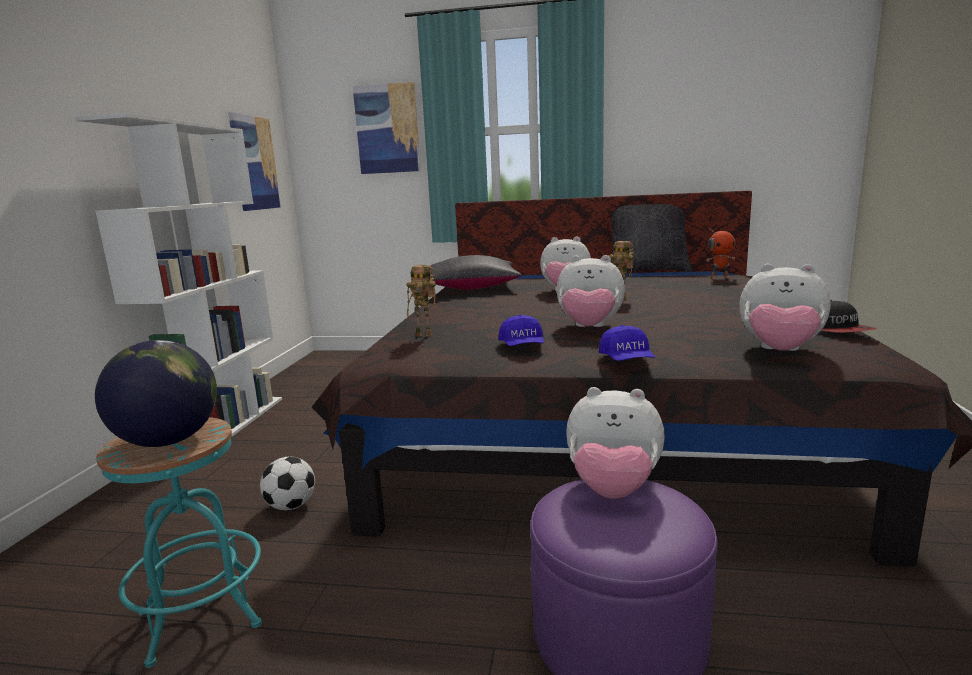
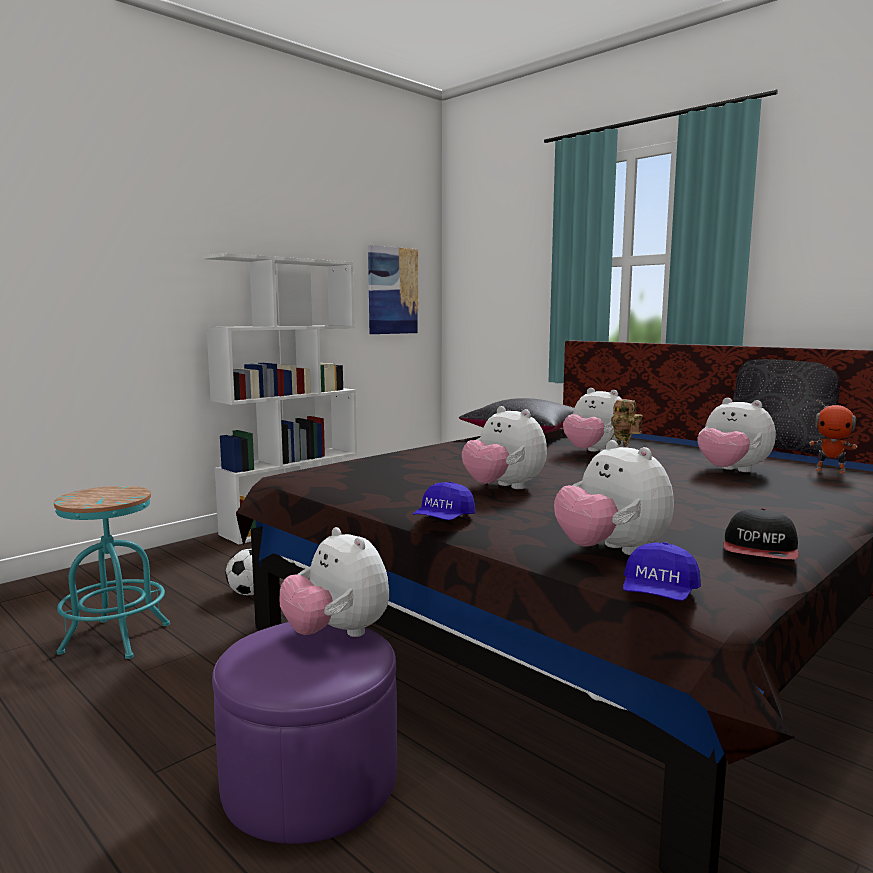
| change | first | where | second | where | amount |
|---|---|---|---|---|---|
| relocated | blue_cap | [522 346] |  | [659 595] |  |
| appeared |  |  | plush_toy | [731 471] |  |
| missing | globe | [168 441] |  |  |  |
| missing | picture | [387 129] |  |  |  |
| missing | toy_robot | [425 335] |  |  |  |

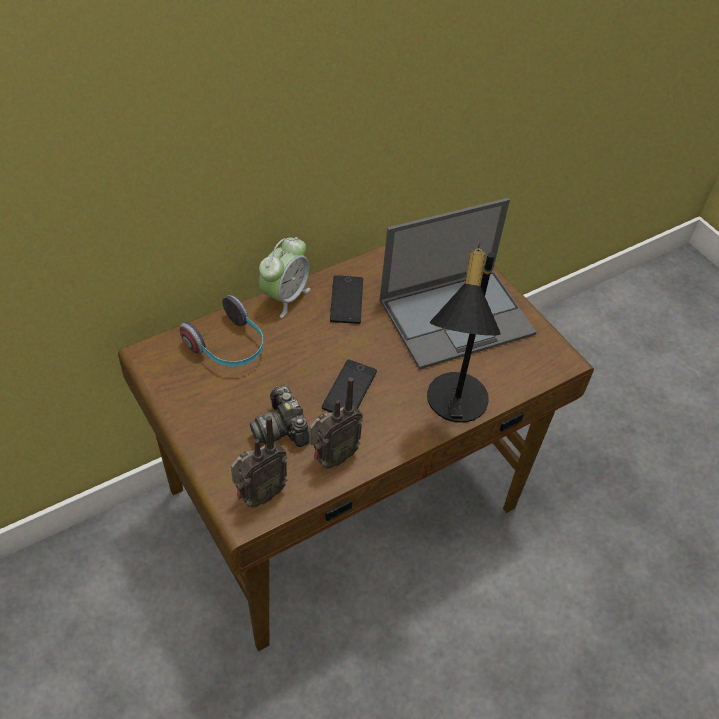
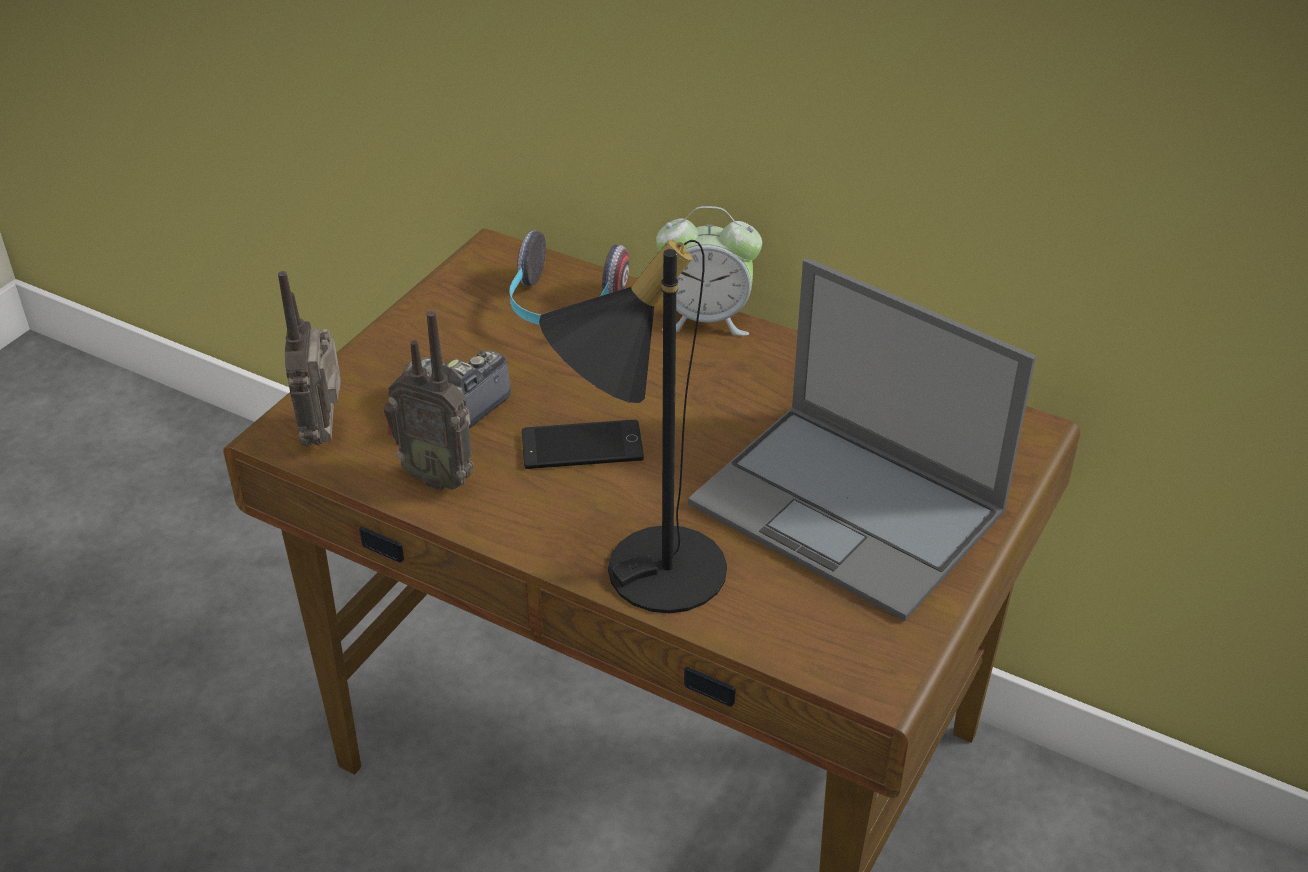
| change | first | where | second | where | amount |
|---|---|---|---|---|---|
| spun | radio | [258 495] |  | [325 432] | 60 degrees clockwise |
| missing | phone | [346 300] |  |  |  |

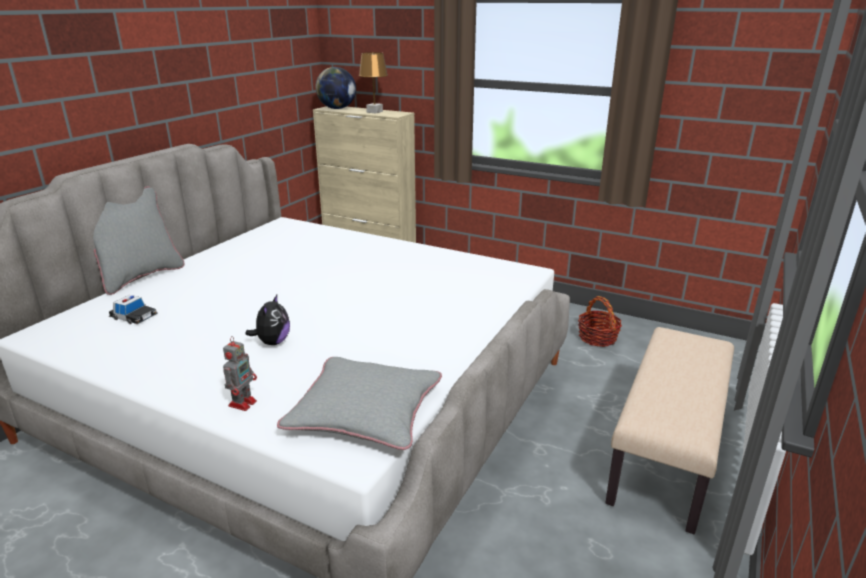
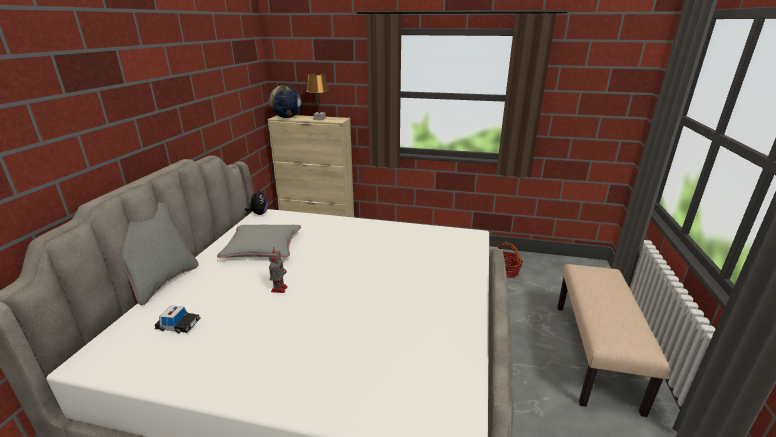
| change | first | where | second | where | amount |
|---|---|---|---|---|---|
| relocated | grey_pillow | [365 411] |  | [262 247] |  |
| relocated | plush_toy | [272 342] |  | [259 213] |  |
| relocated | toy_robot | [243 402] |  | [279 288] |  |

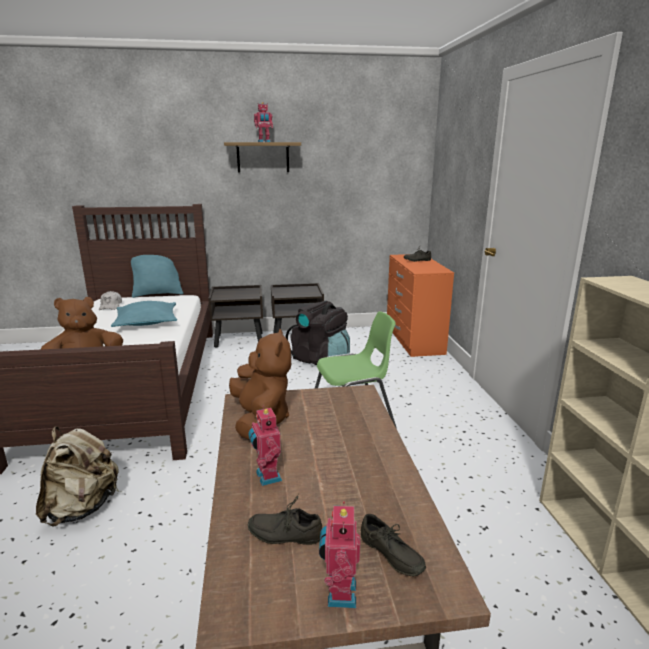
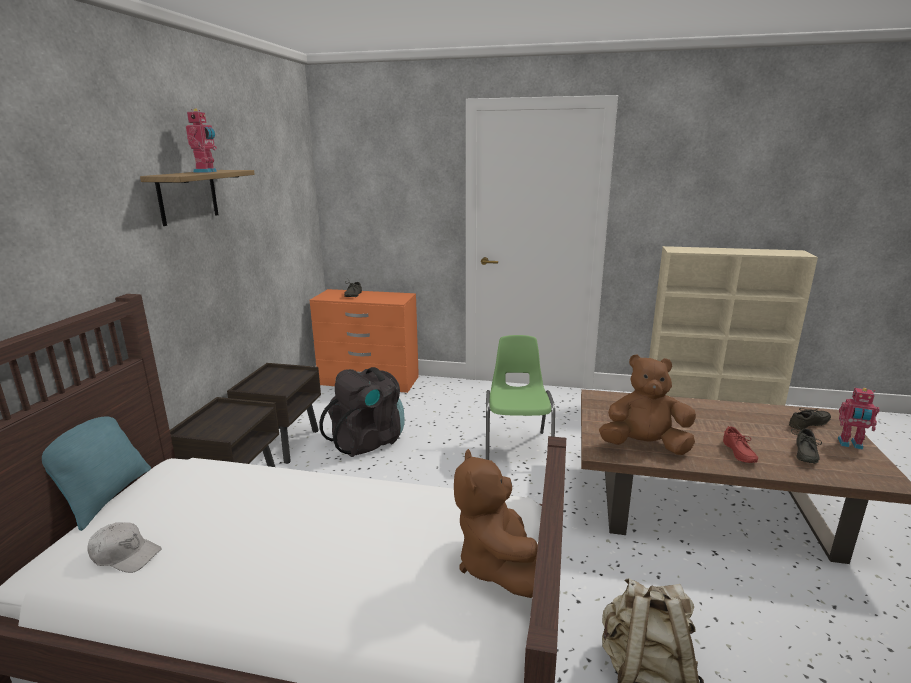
| change | first | where | second | where | amount |
|---|---|---|---|---|---|
| exchanged | toy_robot | [266 477] | red_shoe | [737 453] |  |
| missing | turquoise_pillow | [147 322] |  |  |  |

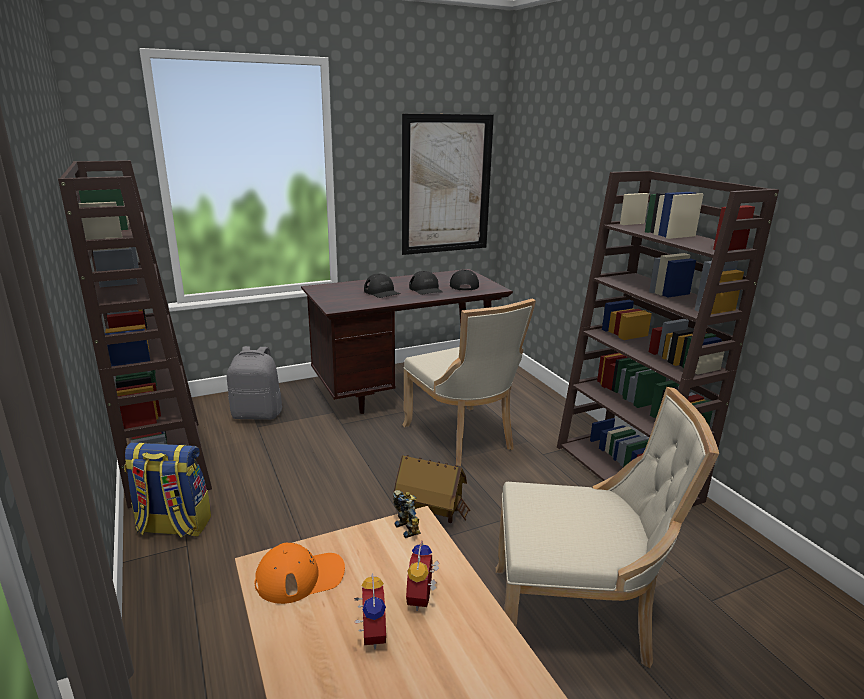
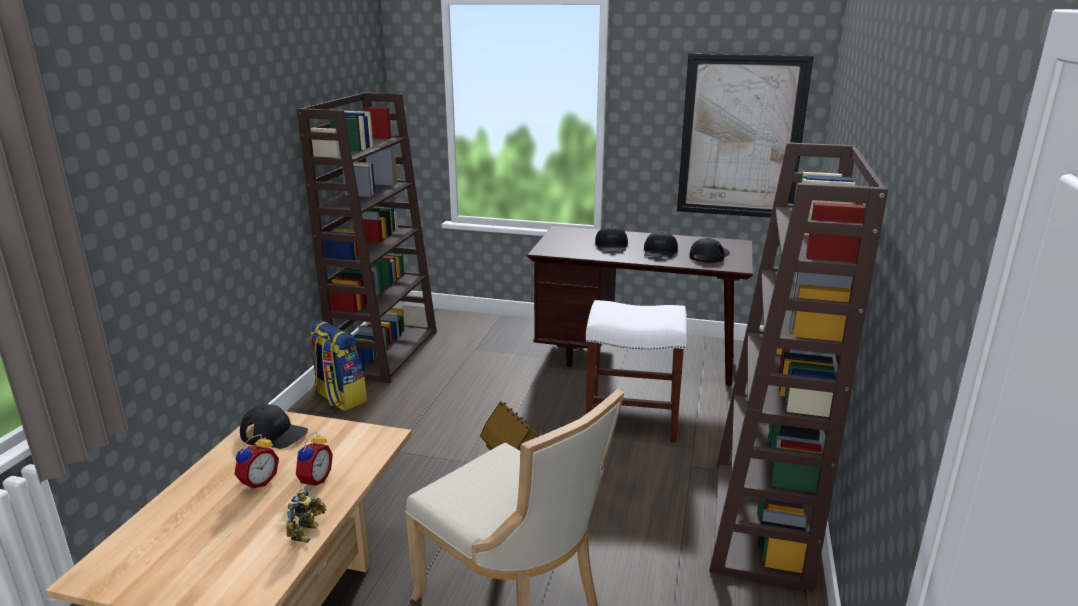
| change | first | where | second | where | amount |
|---|---|---|---|---|---|
| colour | orange_cap | [300 577] | black_cap | [274 434] |  |
| relocated | toy_robot | [409 527] |  | [308 532] |  |
| spun | alarm_clock | [423 598] |  | [314 480] | 150 degrees clockwise |
| exchanged | beige_chair | [463 438] | white_stool | [630 420] |  |
| missing | grey_backpack | [257 414] |  |  |  |

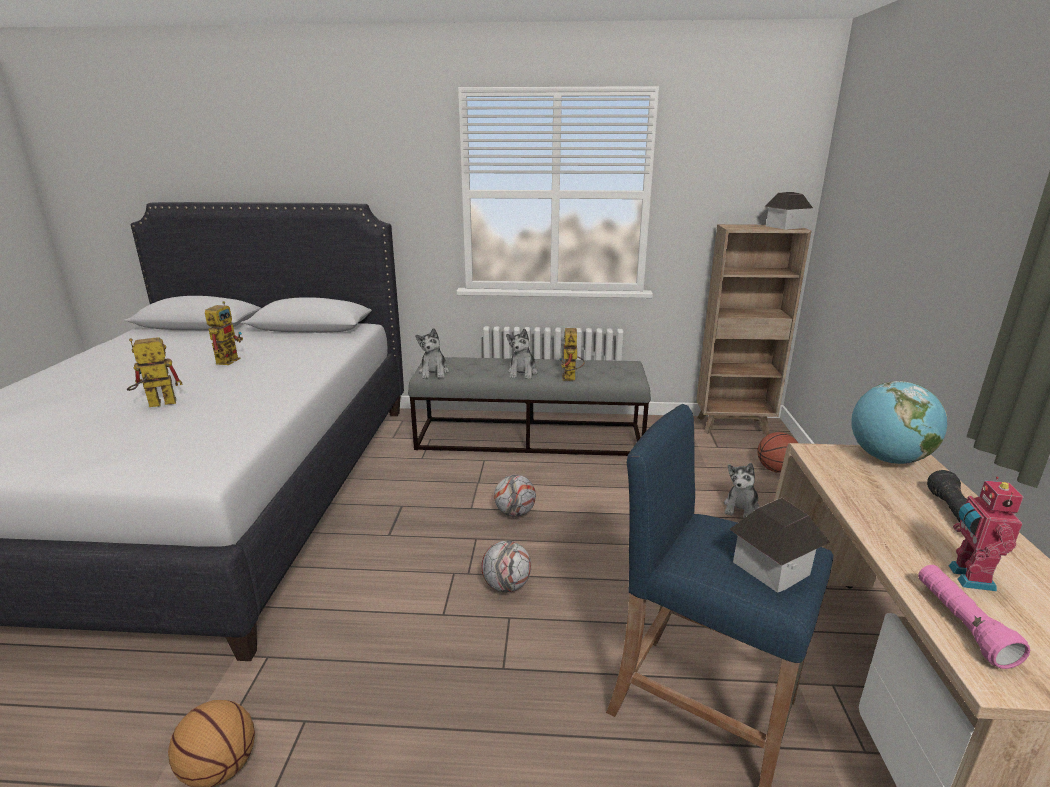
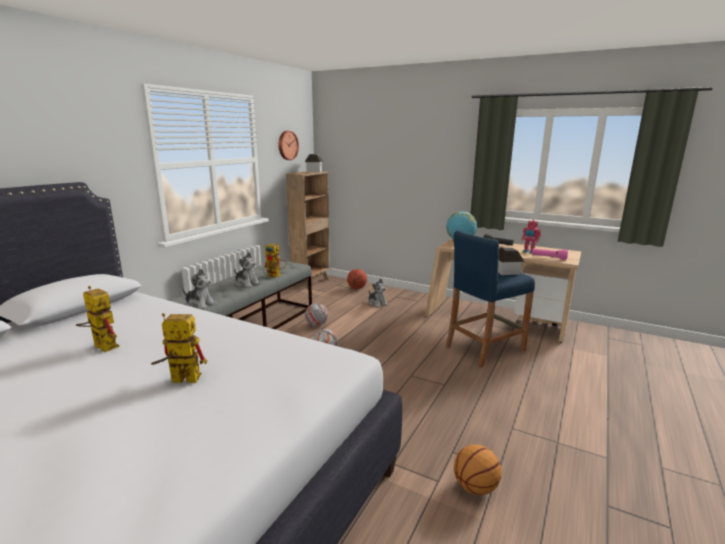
| change | first | where | second | where | amount |
|---|---|---|---|---|---|
| spun | toy_robot | [155 405] |  | [179 380] | 90 degrees clockwise |
| appeared |  |  | wall_clock | [287 145] |  |
| relocated | football | [506 586] |  | [316 325] |  |

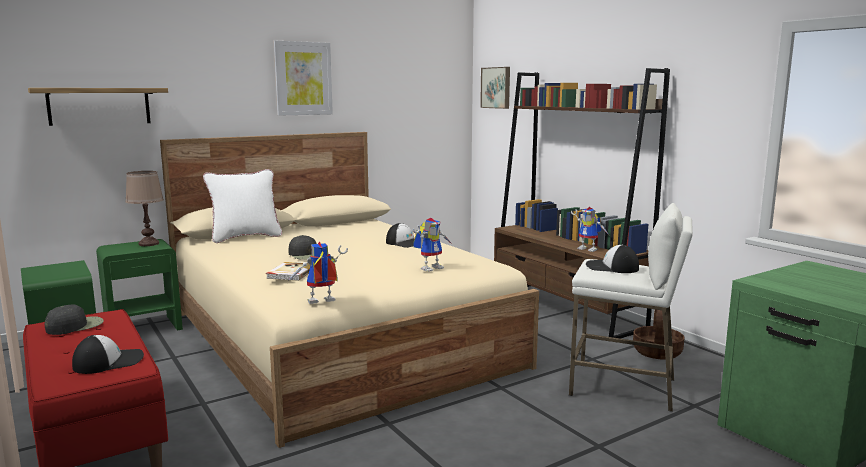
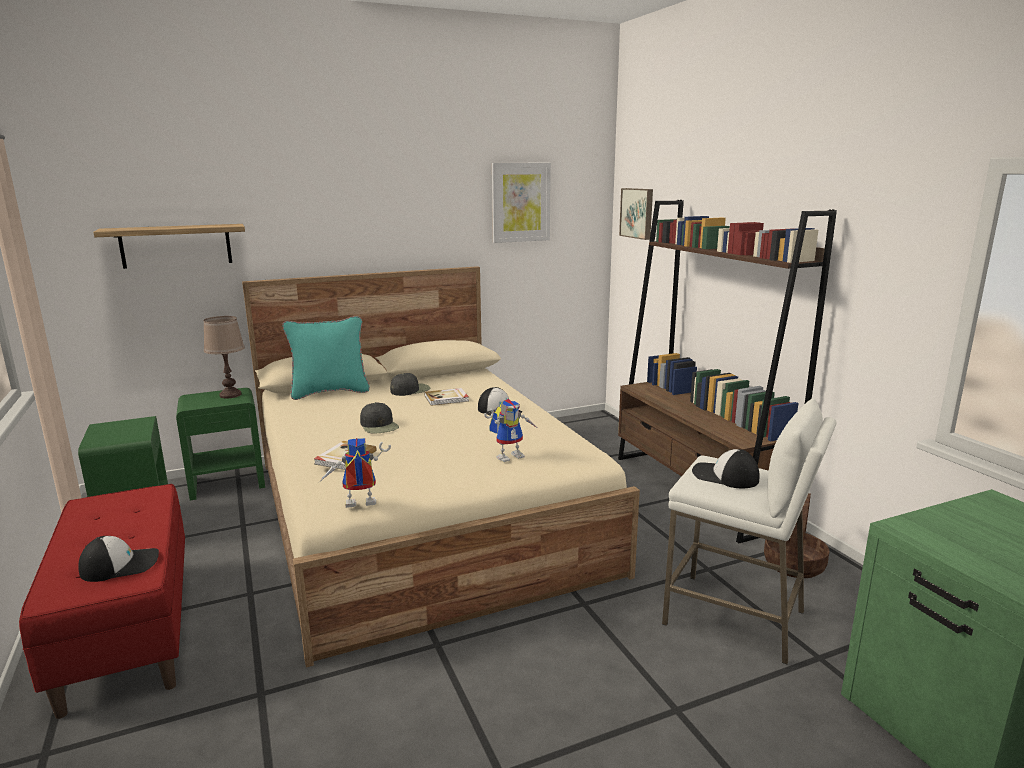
| change | first | where | second | where | amount |
|---|---|---|---|---|---|
| colour | white_pillow | [245 237] | turquoise_pillow | [330 392] |  |
| relocated | black_cap | [75 326] |  | [410 390] |  |
| appeared |  |  | book | [447 398] |  |
| relocated | picture | [303 78] |  | [520 202] |  |
| missing | toy_robot | [590 249] |  |  |  |

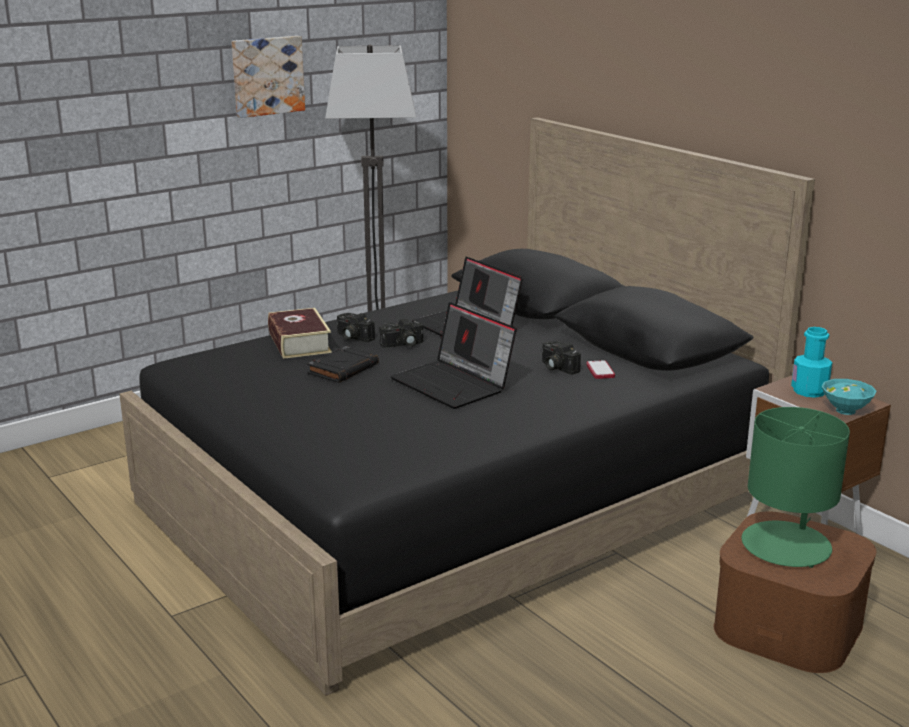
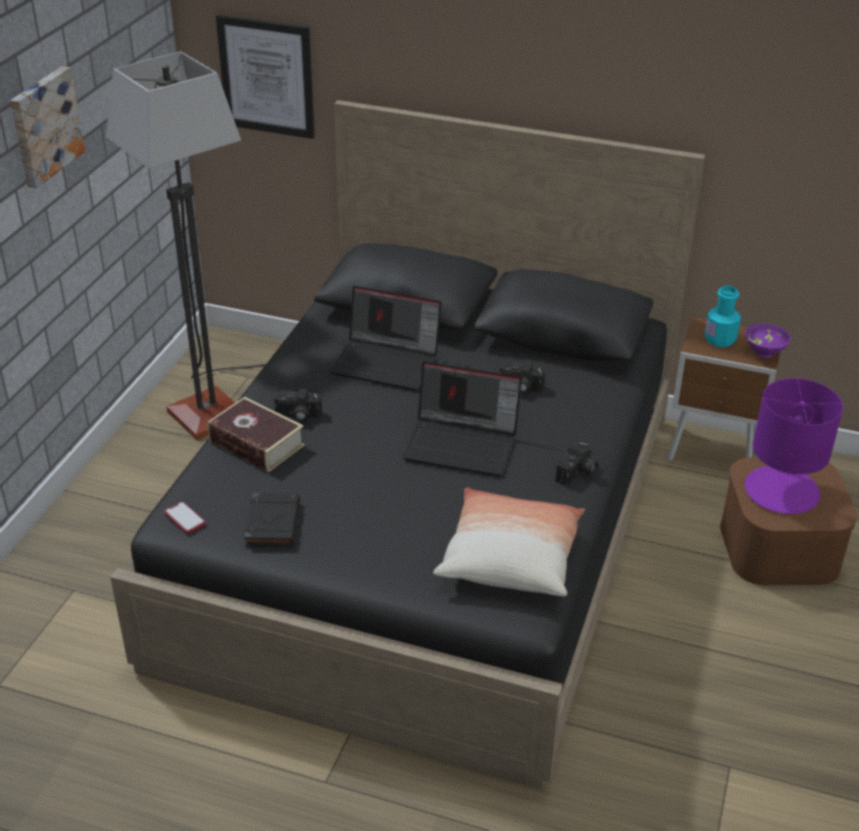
| change | first | where | second | where | amount |
|---|---|---|---|---|---|
| relocated | phone | [600 371] |  | [185 519] |  |
| appeared |  |  | picture | [267 76] |  |
| relocated | black_book | [343 369] |  | [272 524] |  |
| appeared |  |  | pillow | [510 558] |  |
| relocated | photo_camera | [402 345] |  | [577 473] |  |
| colour | green_table_lamp | [786 545] | purple_table_lamp | [781 490] |  |
| colour | turquoise_bowl | [847 411] | purple_bowl | [765 353] |  |

